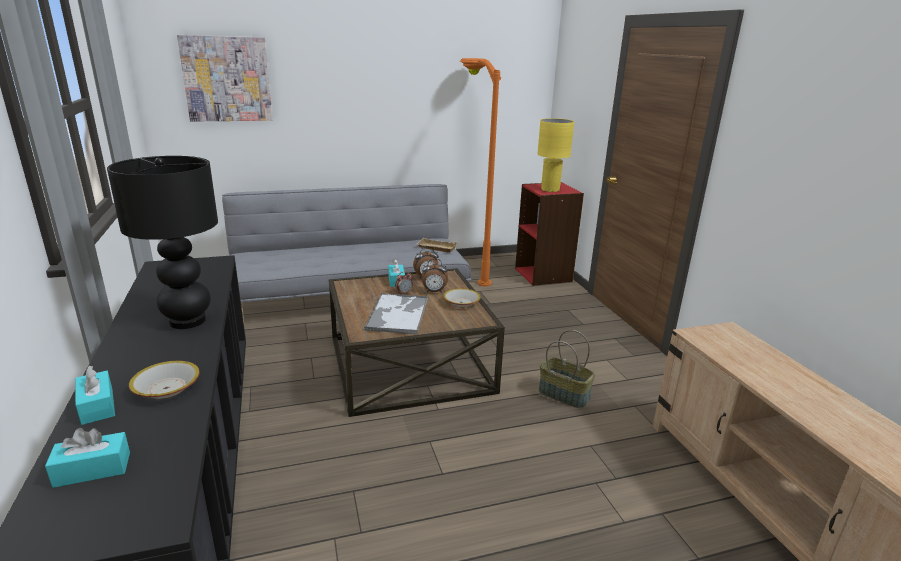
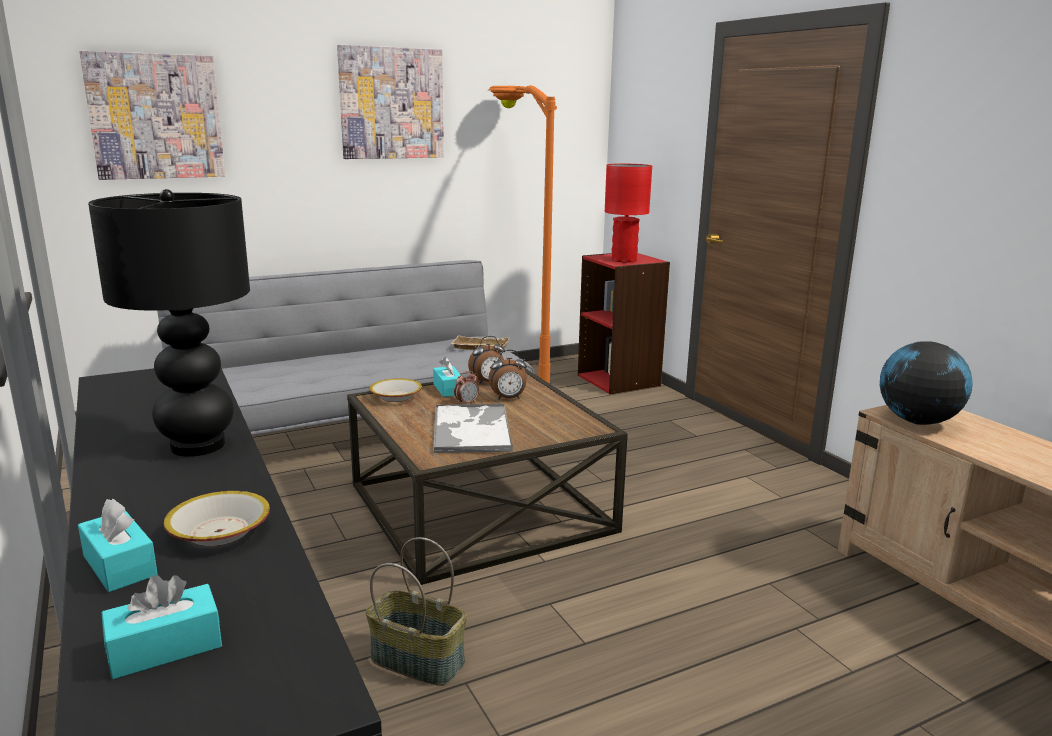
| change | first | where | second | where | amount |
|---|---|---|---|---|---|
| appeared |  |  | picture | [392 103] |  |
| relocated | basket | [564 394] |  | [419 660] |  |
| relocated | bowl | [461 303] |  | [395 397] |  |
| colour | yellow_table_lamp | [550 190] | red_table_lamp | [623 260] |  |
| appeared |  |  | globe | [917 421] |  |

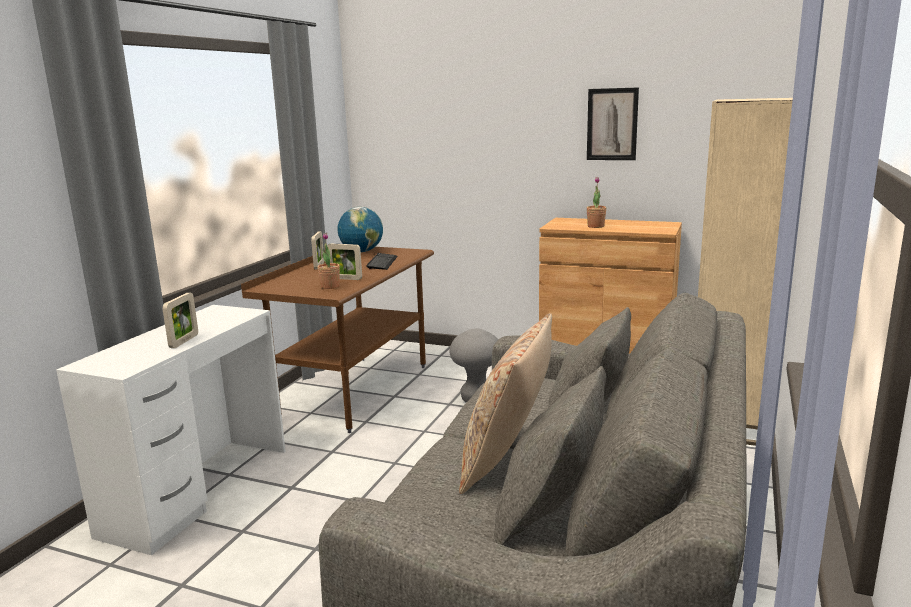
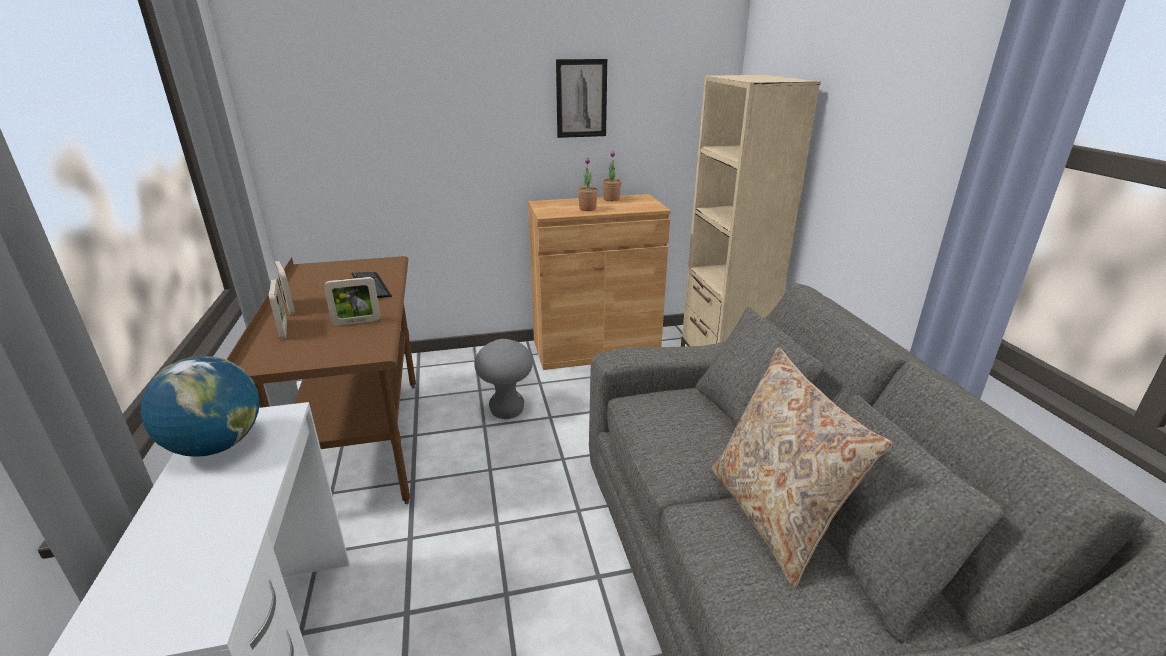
| change | first | where | second | where | amount |
|---|---|---|---|---|---|
| relocated | globe | [361 252] |  | [216 446] |  |
| relocated | picture_frame | [184 341] |  | [283 330] |  |
| relocated | potted_plant | [330 286] |  | [611 199] |  |

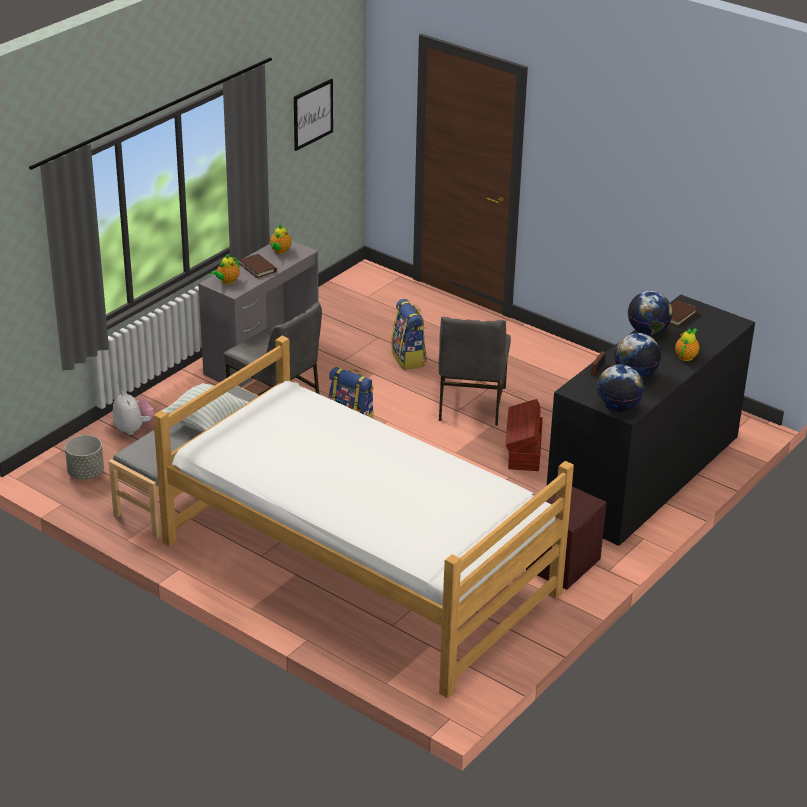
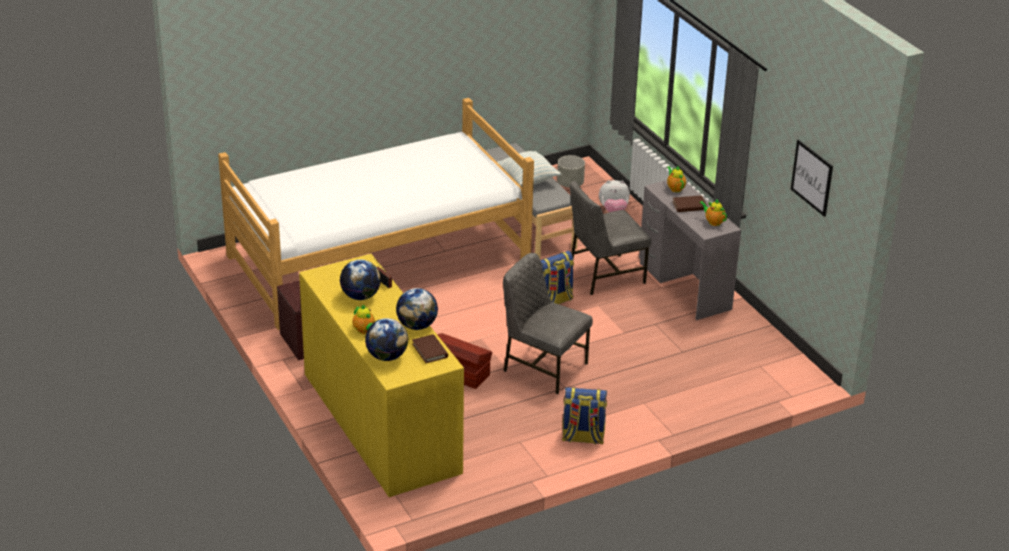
| change | first | where | second | where | amount |
|---|---|---|---|---|---|
| colour | black_dresser | [643 473] | yellow_dresser | [381 422] |  |
| relocated | globe | [618 407] |  | [387 357] |  |
| relocated | backpack | [409 358] |  | [582 438] |  |

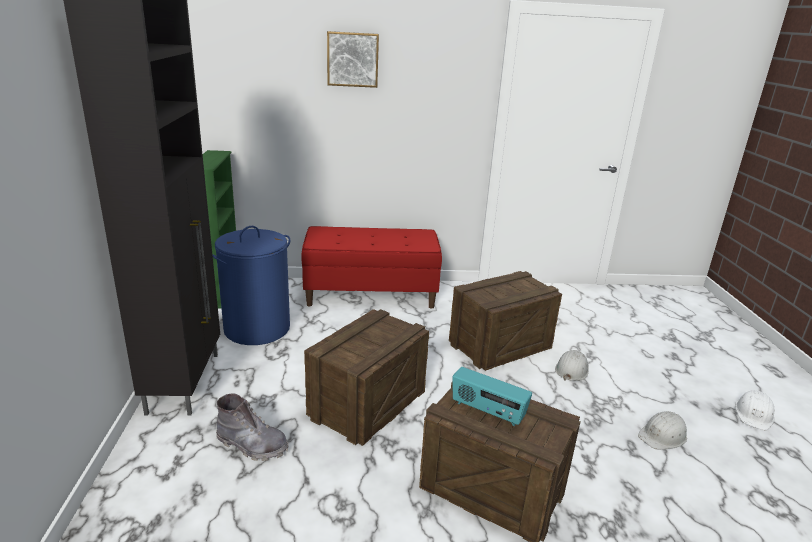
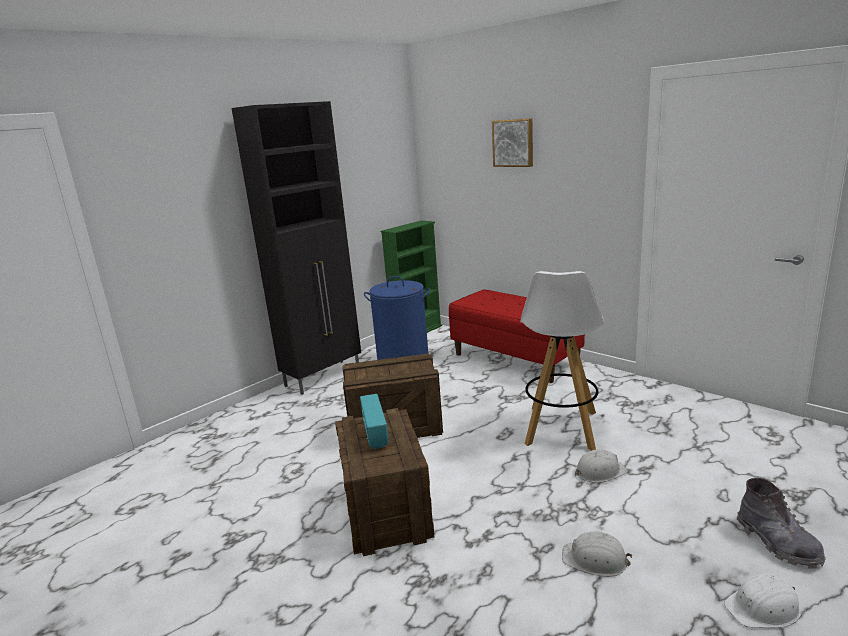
| change | first | where | second | where | amount |
|---|---|---|---|---|---|
| exchanged | crate | [499 346] | white_stool | [561 428] |  |
| relocated | grey_boot | [252 445] |  | [777 542] |  |

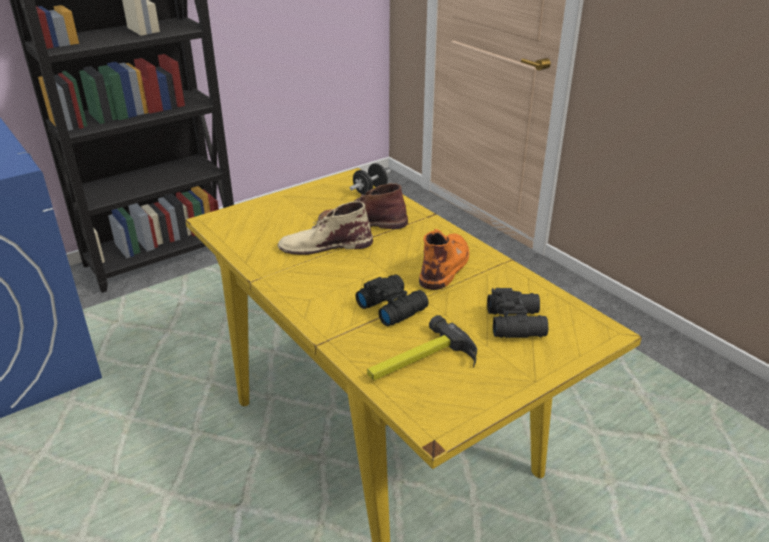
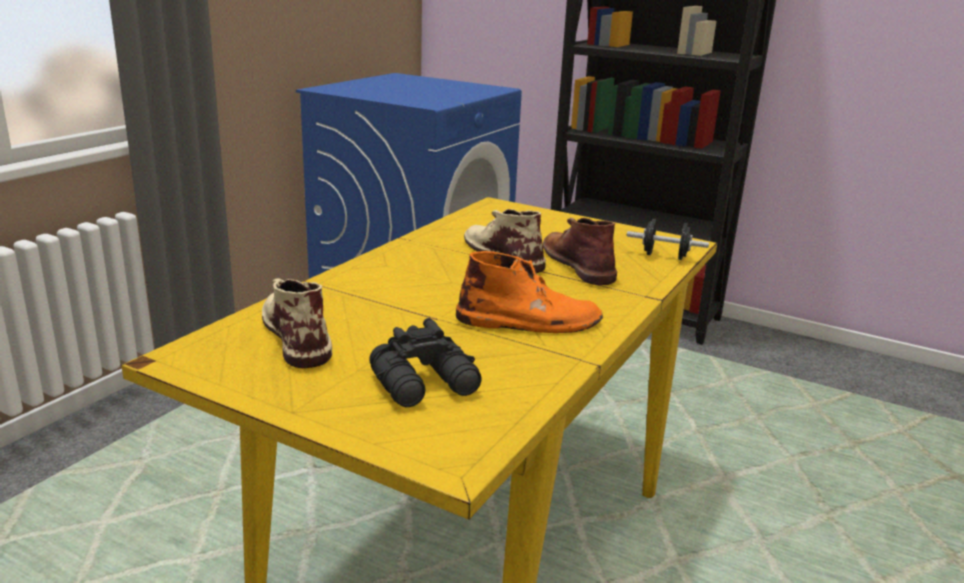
| change | first | where | second | where | amount |
|---|---|---|---|---|---|
| exchanged | hammer | [420 363] | beige_boot | [297 334] |  |
| missing | black_binoculars | [392 306] |  |  |  |

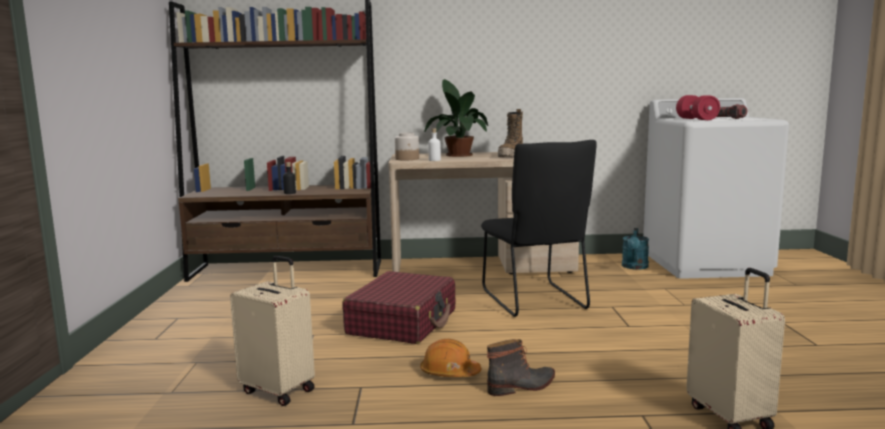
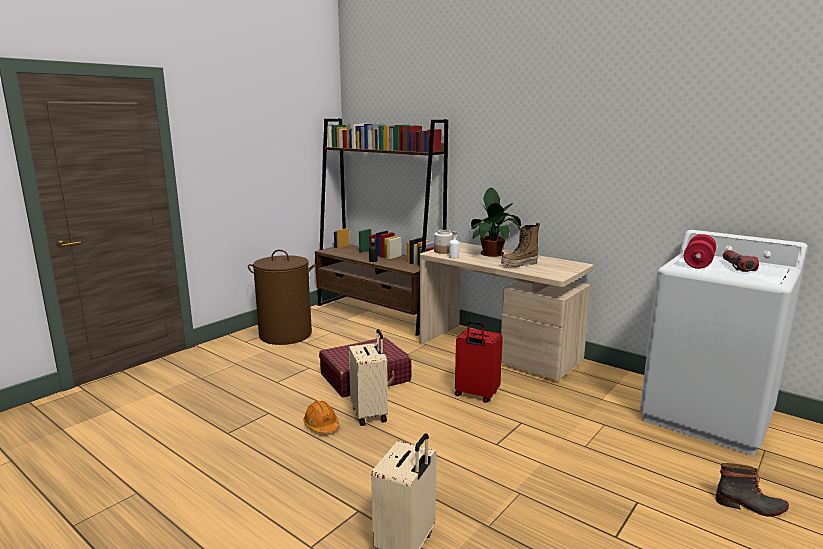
| change | first | where | second | where | amount |
|---|---|---|---|---|---|
| appeared |  |  | brown_laundry_basket | [286 334] |  |
| relocated | beige_suitcase | [279 390] |  | [370 414] |  |
| exchanged | black_chair | [535 301] | red_suitcase | [476 395] |  |
| relocated | boot | [522 386] |  | [750 506] |  |
| missing | turquoise_watering_can | [634 267] |  |  |  |

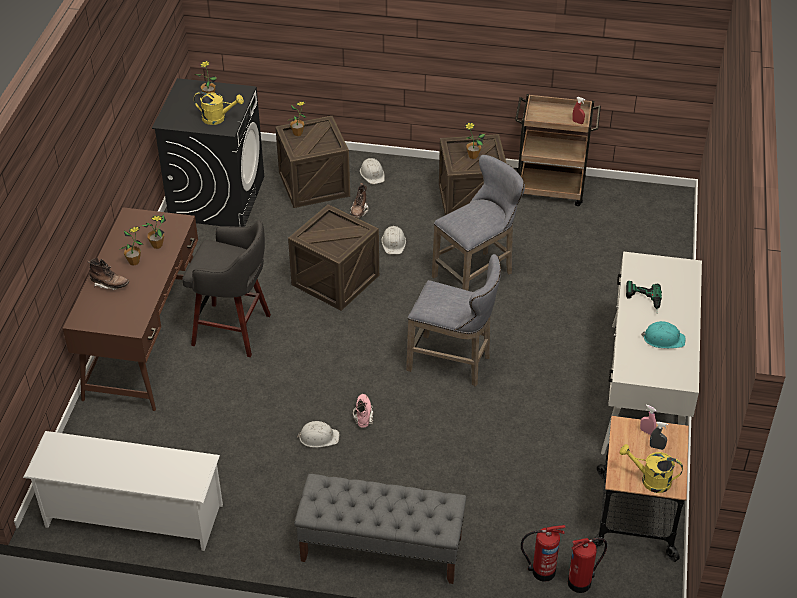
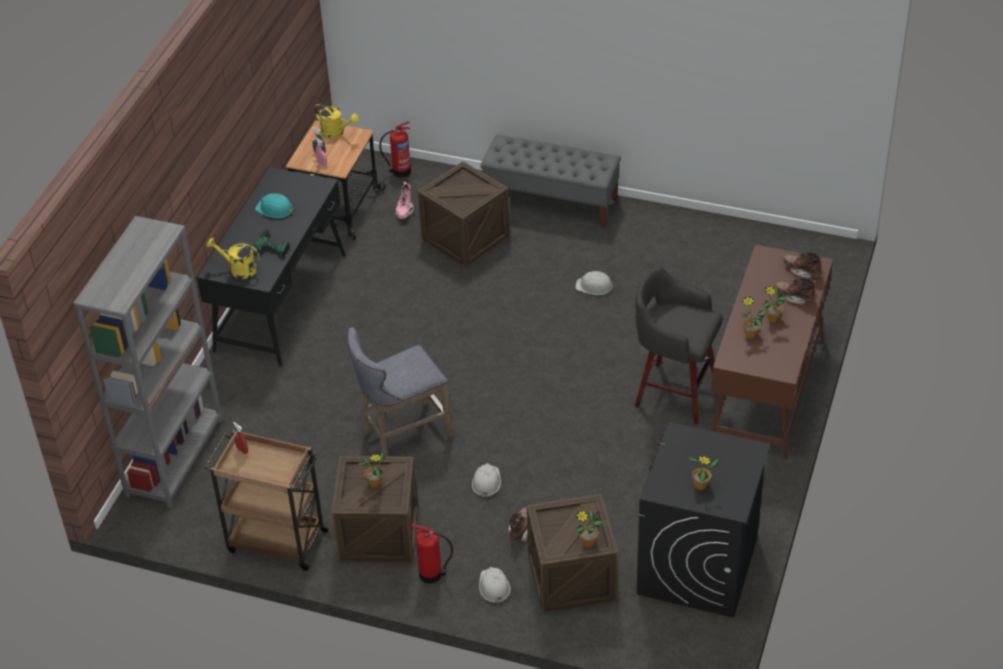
| change | first | where | second | where | amount |
|---|---|---|---|---|---|
| appeared |  |  | grey_bookcase | [174 457] |  |
| colour | white_desk | [644 391] | black_desk | [281 301] |  |
| relocated | yellow_watering_can | [218 118] |  | [238 270] |  |
| relocated | pink_boot | [363 415] |  | [404 211] |  |
| relocated | fire_extinguisher | [541 571] |  | [432 575] |  |
| relocated | crate | [335 280] |  | [465 237] |  |
| appeared |  |  | brown_boot | [801 270] |  |
| missing | white_shoe_rack | [132 516] |  |  |  |
| missing | grey_stool | [453 363] |  |  |  |

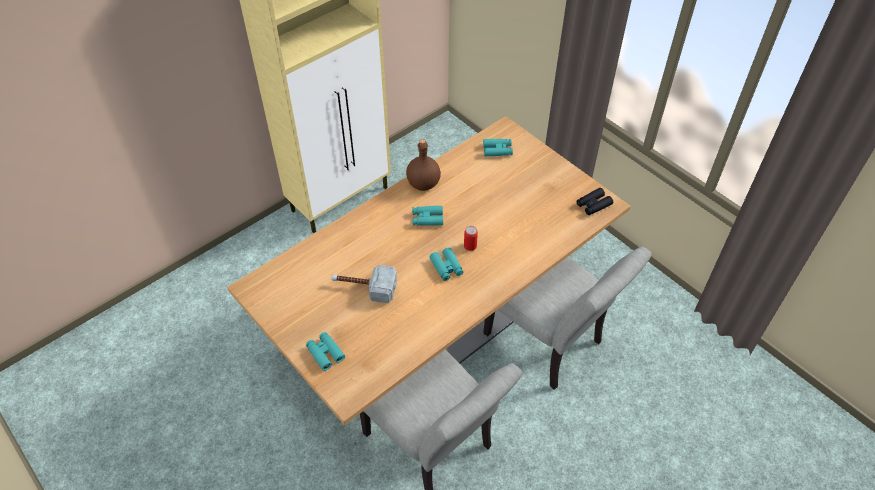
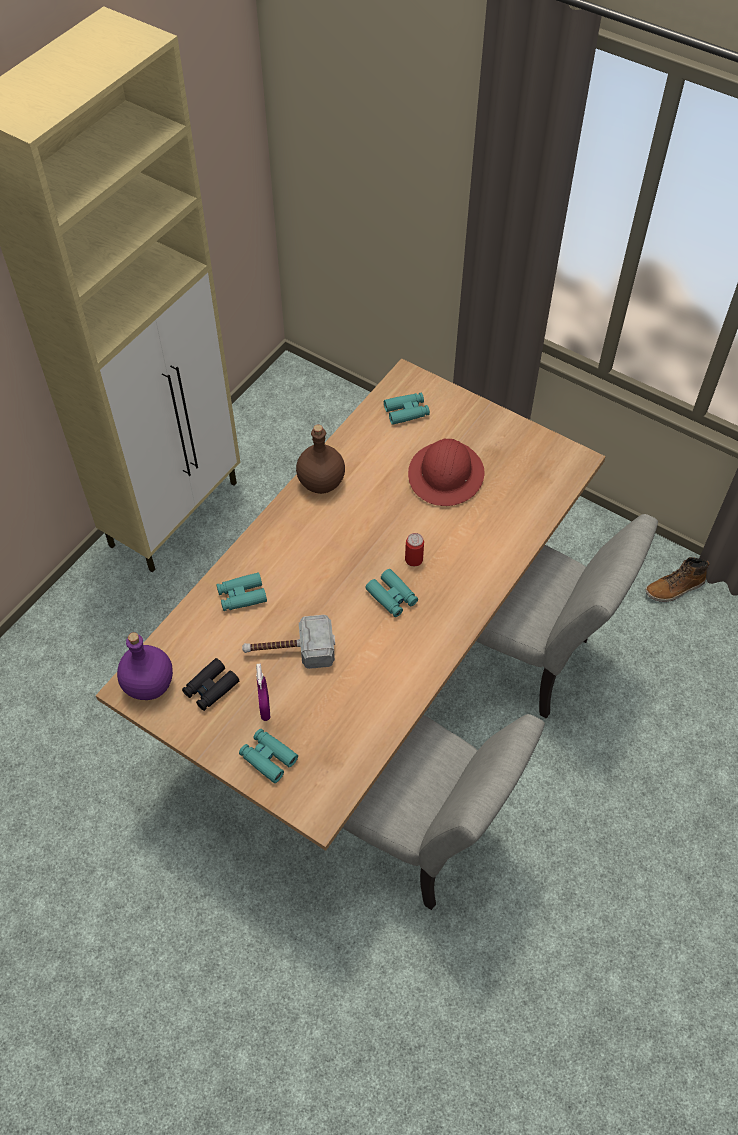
| change | first | where | second | where | amount |
|---|---|---|---|---|---|
| appeared |  |  | purple_bottle | [149 683] |  |
| relocated | black_binoculars | [593 205] |  | [211 688] |  |
| relocated | turquoise_binoculars | [427 218] |  | [242 596] |  |
| appeared |  |  | purple_spray_bottle | [265 708] |  |
| appeared |  |  | red_hard_hat | [446 475] |  |
| appeared |  |  | boot | [675 588] |  |

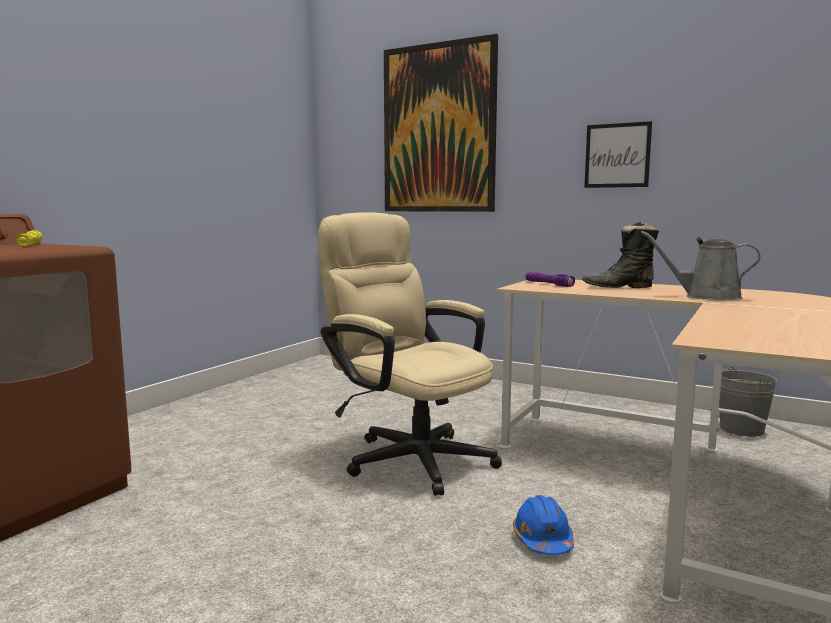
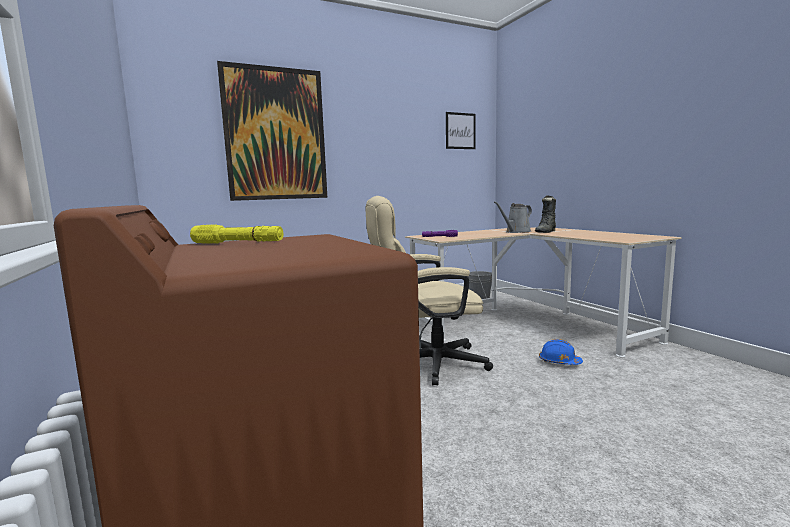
| change | first | where | second | where | amount |
|---|---|---|---|---|---|
| relocated | picture | [617 155] |  | [460 131] |  |
| relocated | black_boot | [619 287] |  | [546 232] |  |

